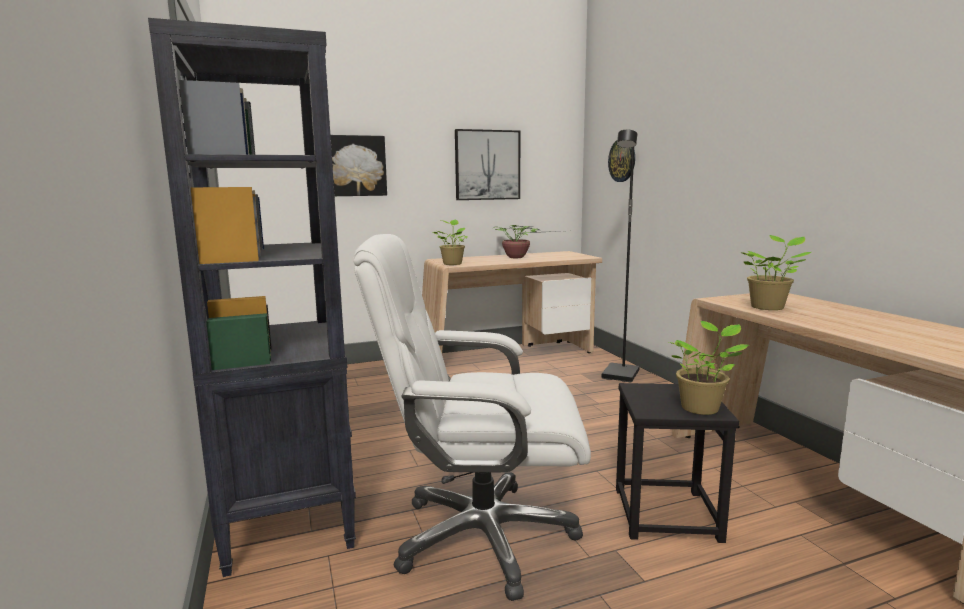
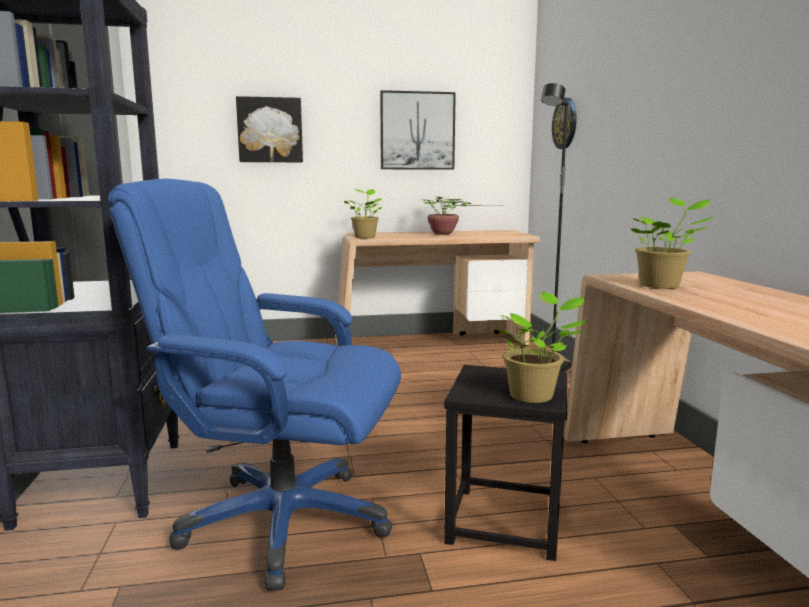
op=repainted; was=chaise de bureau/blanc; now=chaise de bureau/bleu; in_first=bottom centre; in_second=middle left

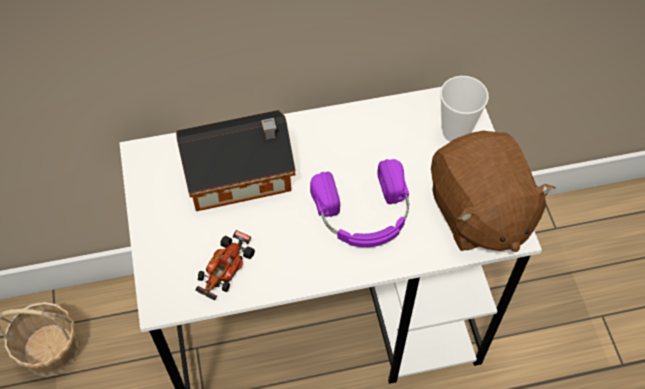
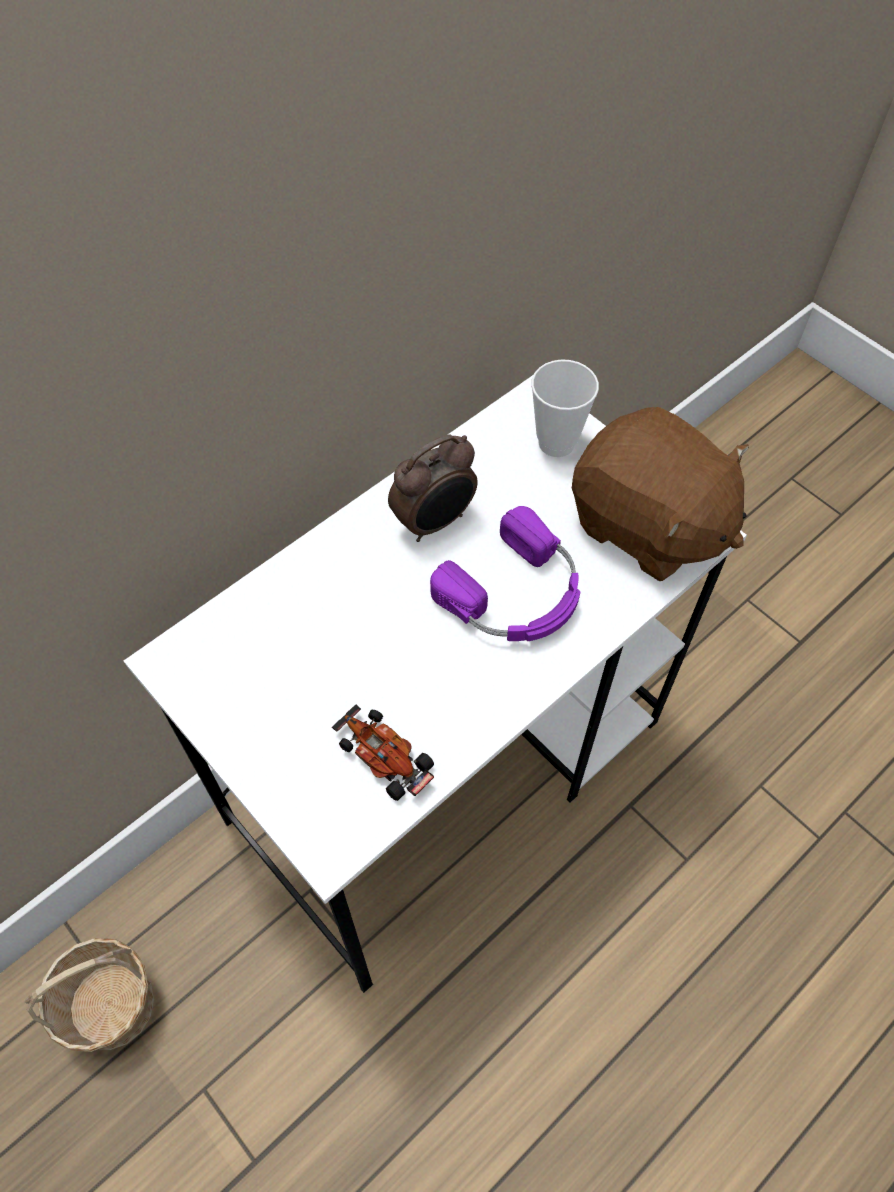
op=gone; was=maison miniature; in_first=centre
op=new; now=réveil; in_second=centre
op=rotated; was=petite voiture; in_first=bottom centre; in_second=centre; clockwise=135

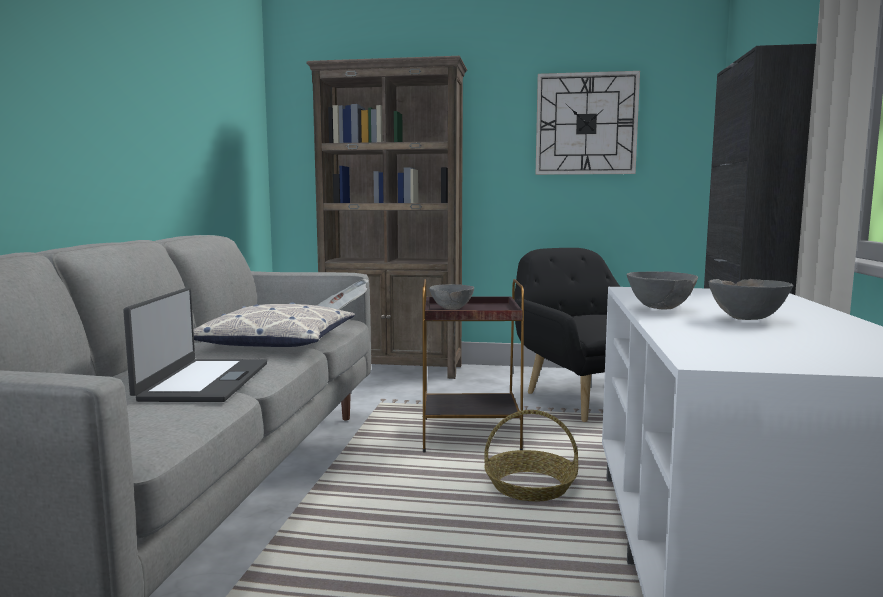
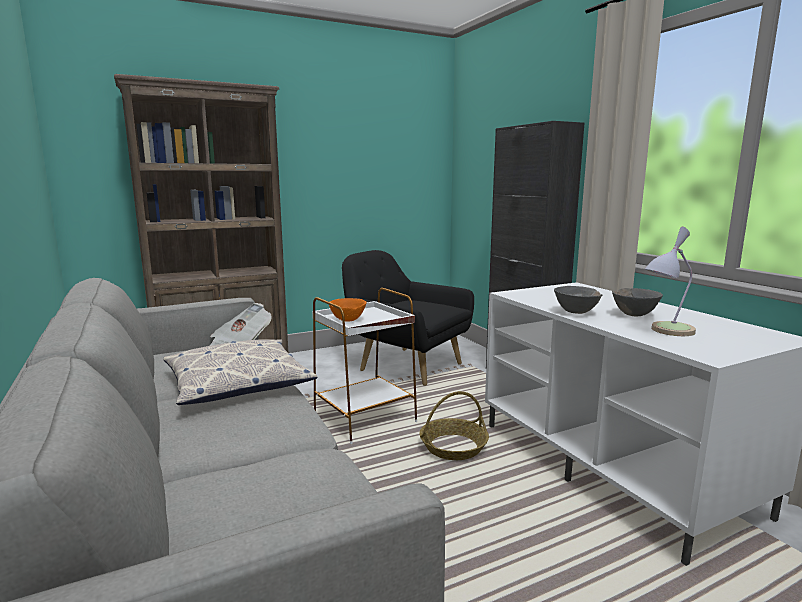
op=gone; was=ordinateur portable; in_first=middle left
op=gone; was=horloge murale; in_first=top centre
op=new; now=lampe de table; in_second=middle right
op=repainted; was=table d'appoint/marron; now=table d'appoint/blanc; in_first=centre; in_second=centre
op=repainted; was=bol/gris (no. 1 from left); now=bol/orange; in_first=centre; in_second=centre

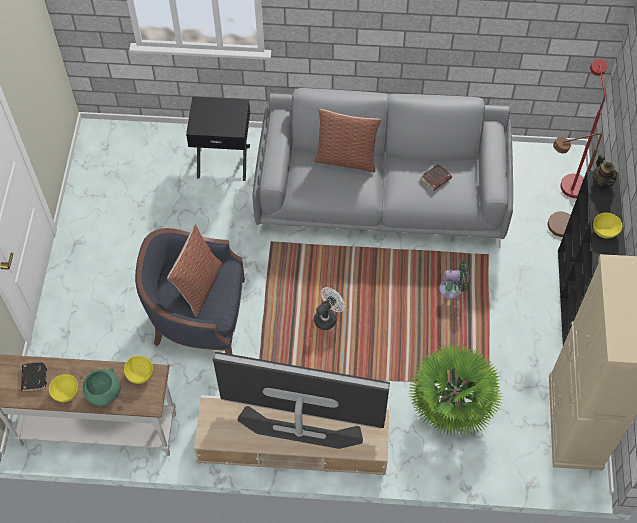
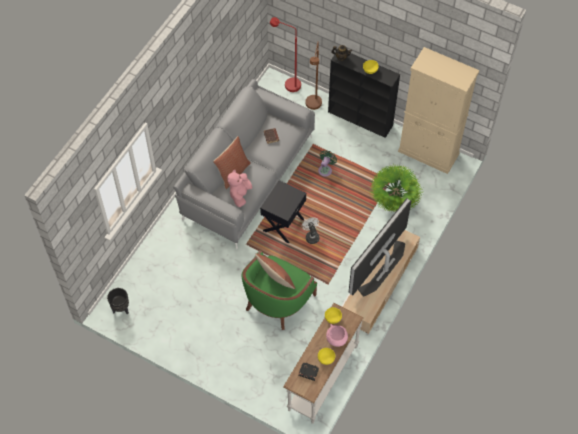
op=new; now=cache-pot/noir; in_second=bottom left
op=new; now=peluche/rose; in_second=centre
op=shifted; was=table d'appoint/noir; in_first=top centre; in_second=centre
op=repainted; was=bol/vert; now=bol/rose; in_first=bottom left; in_second=bottom centre
op=repainted; was=fauteuil/bleu; now=fauteuil/vert; in_first=middle left; in_second=bottom centre

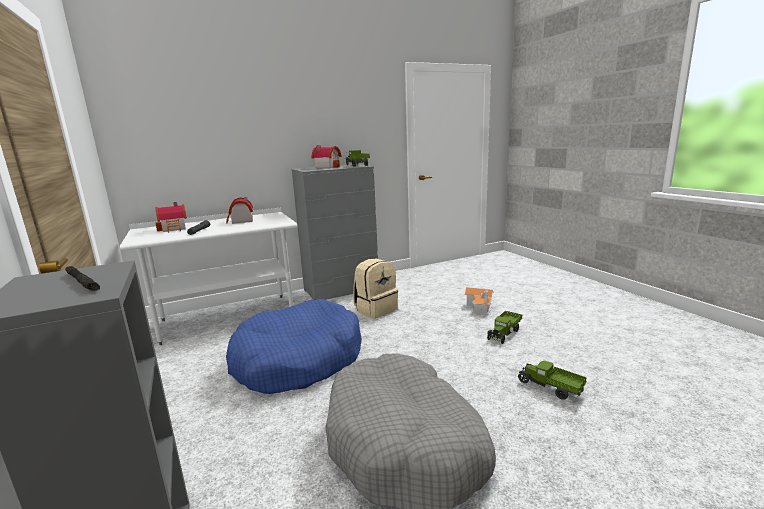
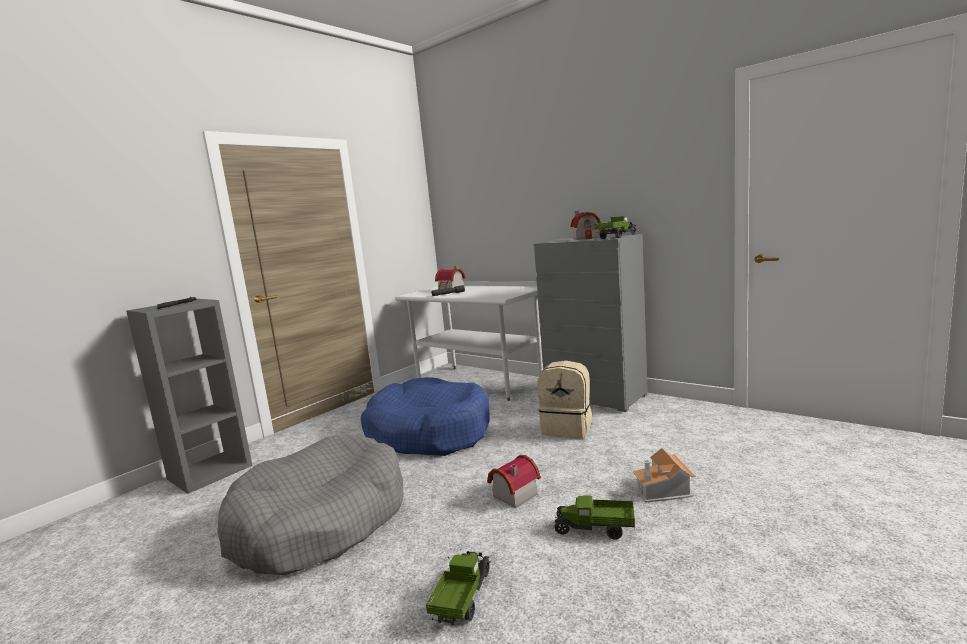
op=shifted; was=maison miniature (no. 2 from left); in_first=middle left; in_second=bottom centre

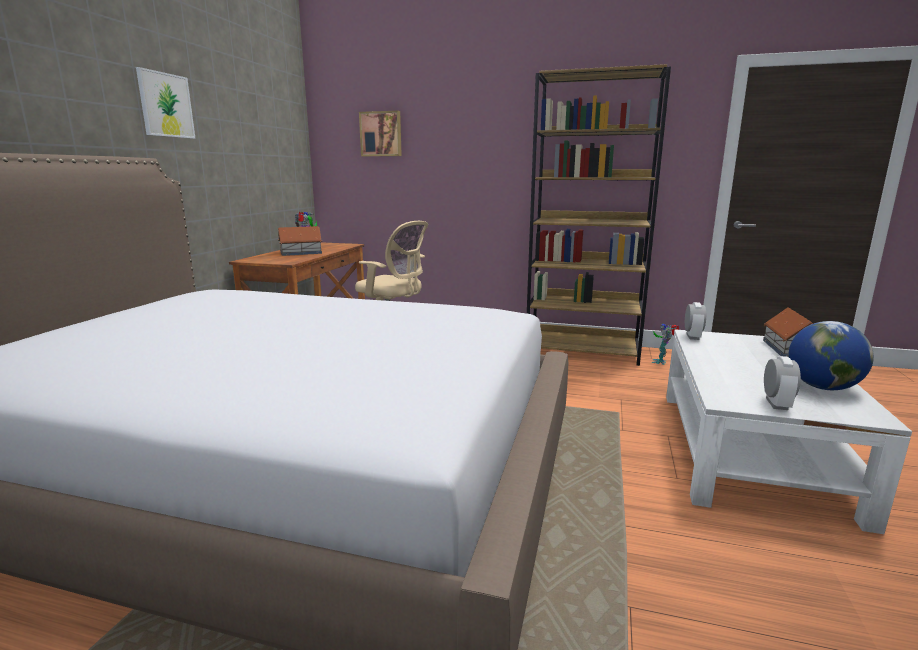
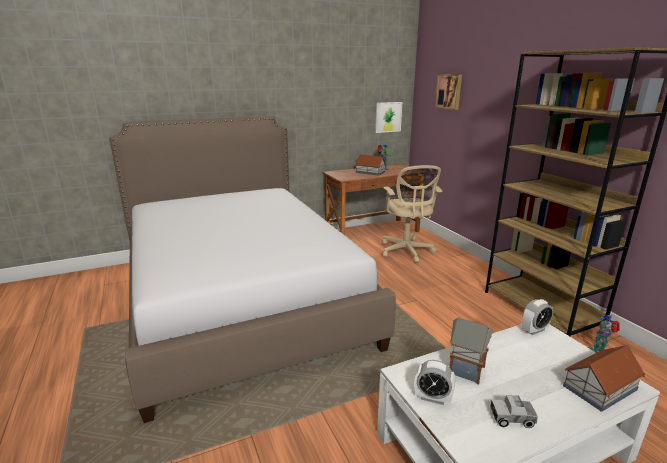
op=new; now=maison miniature (no. 2 from left); in_second=bottom right
op=shifted; was=tableau (no. 1 from left); in_first=top left; in_second=top centre
op=swapped; was=globe; now=camion jouet; in_first=middle right; in_second=bottom right
op=rotated; was=réveil (no. 2 from left in the first image); in_first=middle right; in_second=bottom centre; clockwise=45

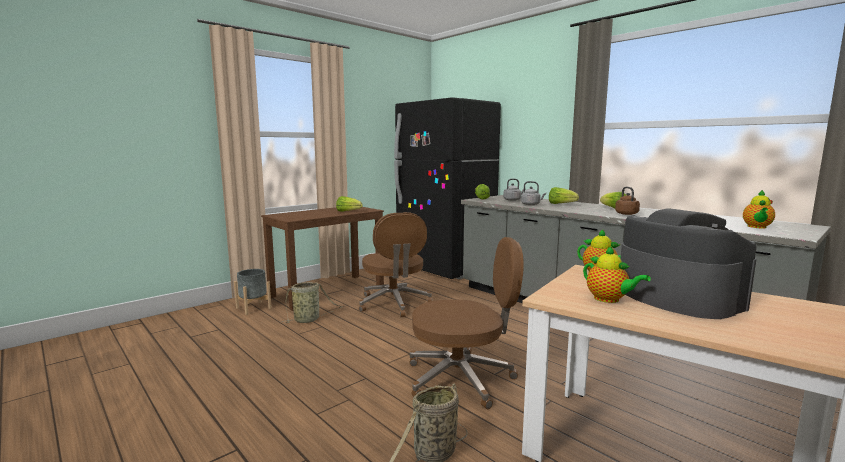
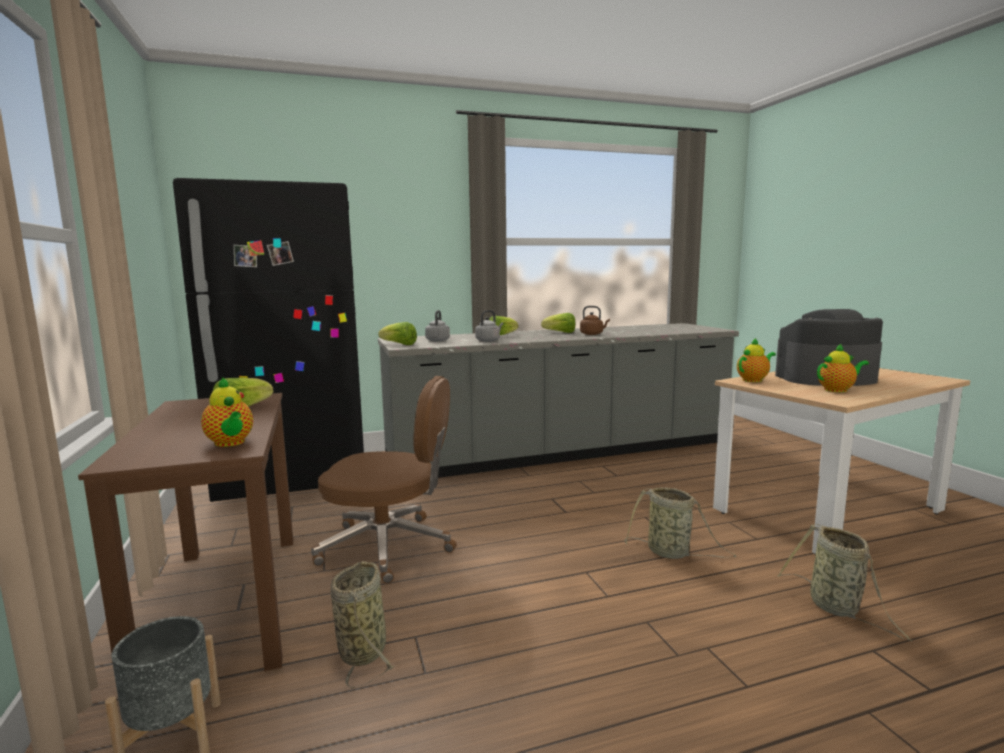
op=shifted; was=théière (no. 3 from left in the first image); now=théière (no. 1 from left); in_first=middle right; in_second=middle left
op=swapped; was=chaise de bureau/marron (no. 2 from left); now=panier (no. 2 from left); in_first=bottom centre; in_second=bottom right

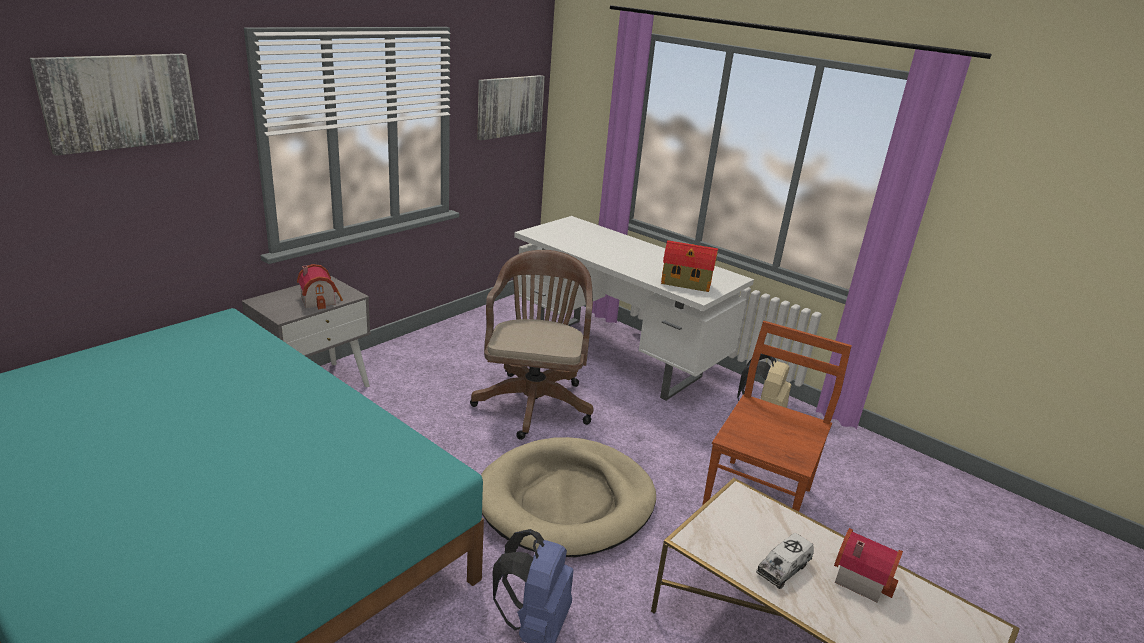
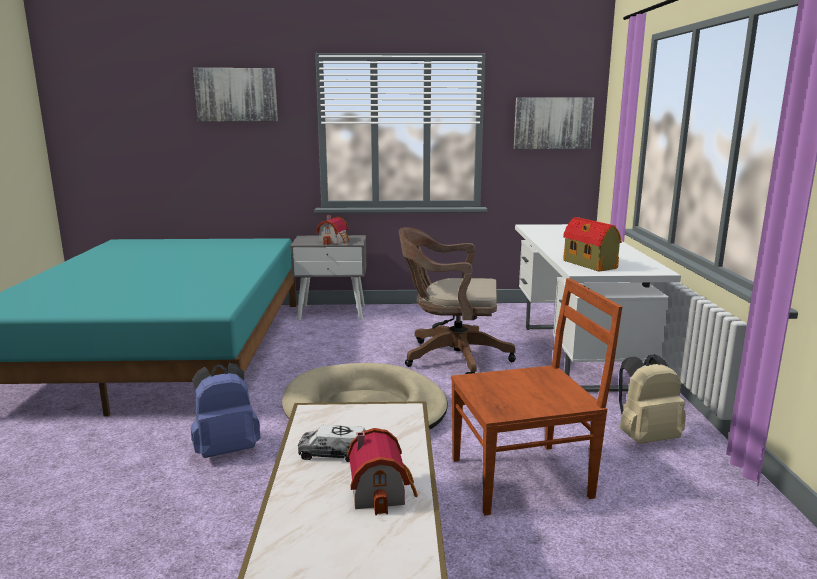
op=rotated; was=chaise de bureau/marron; in_first=centre; in_second=centre; clockwise=-135

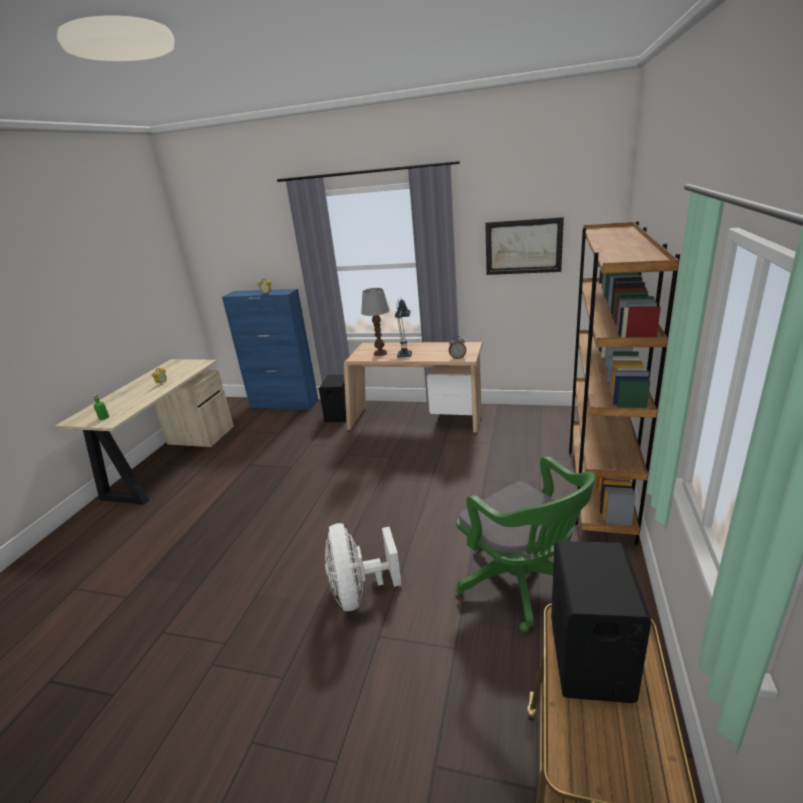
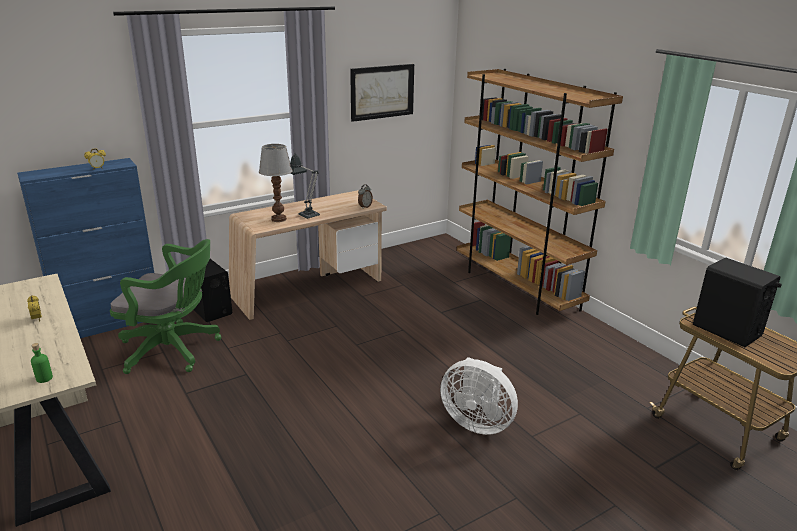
op=shifted; was=chaise de bureau/vert; in_first=bottom centre; in_second=middle left

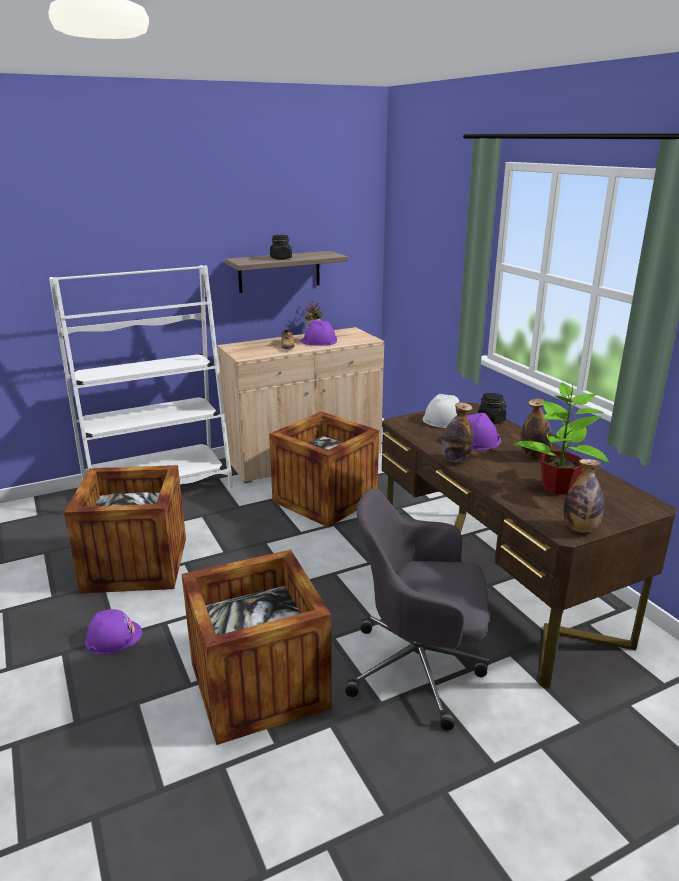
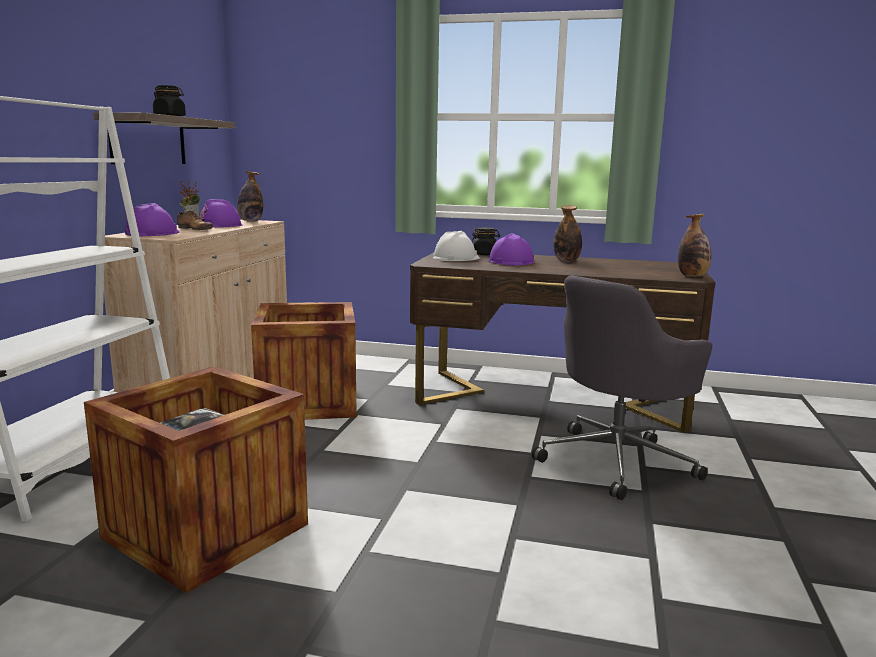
op=gone; was=caisse (no. 2 from left); in_first=bottom centre
op=gone; was=plante en pot (no. 2 from left); in_first=middle right
op=shifted; was=casque de chantier/violet (no. 1 from left); in_first=bottom left; in_second=middle left
op=shifted; was=bouteille (no. 1 from left); in_first=middle right; in_second=top left

